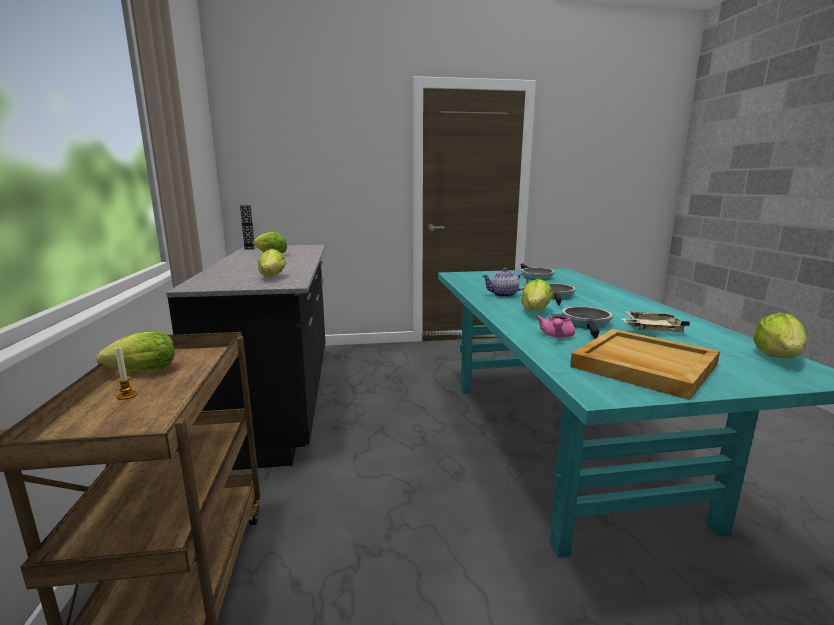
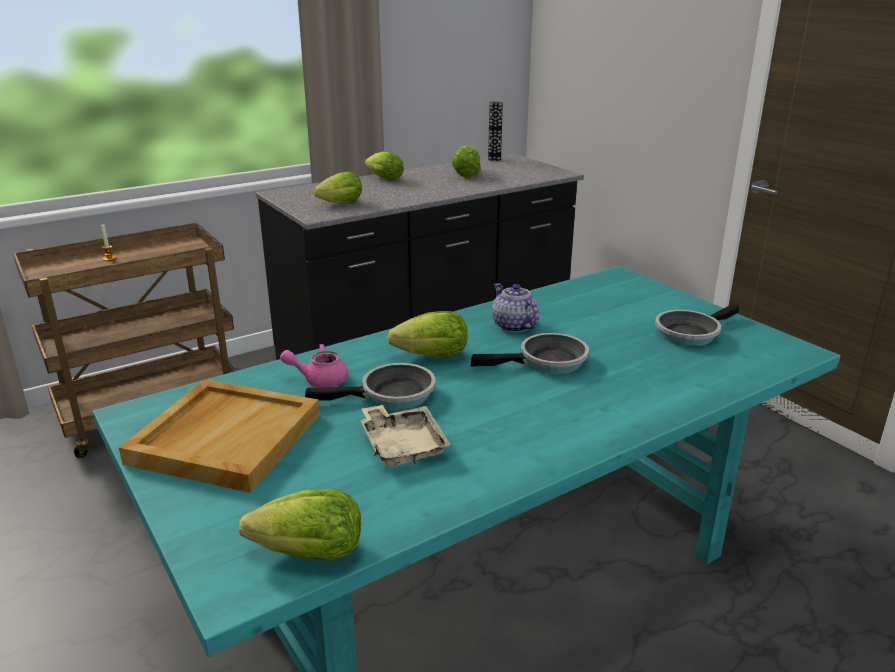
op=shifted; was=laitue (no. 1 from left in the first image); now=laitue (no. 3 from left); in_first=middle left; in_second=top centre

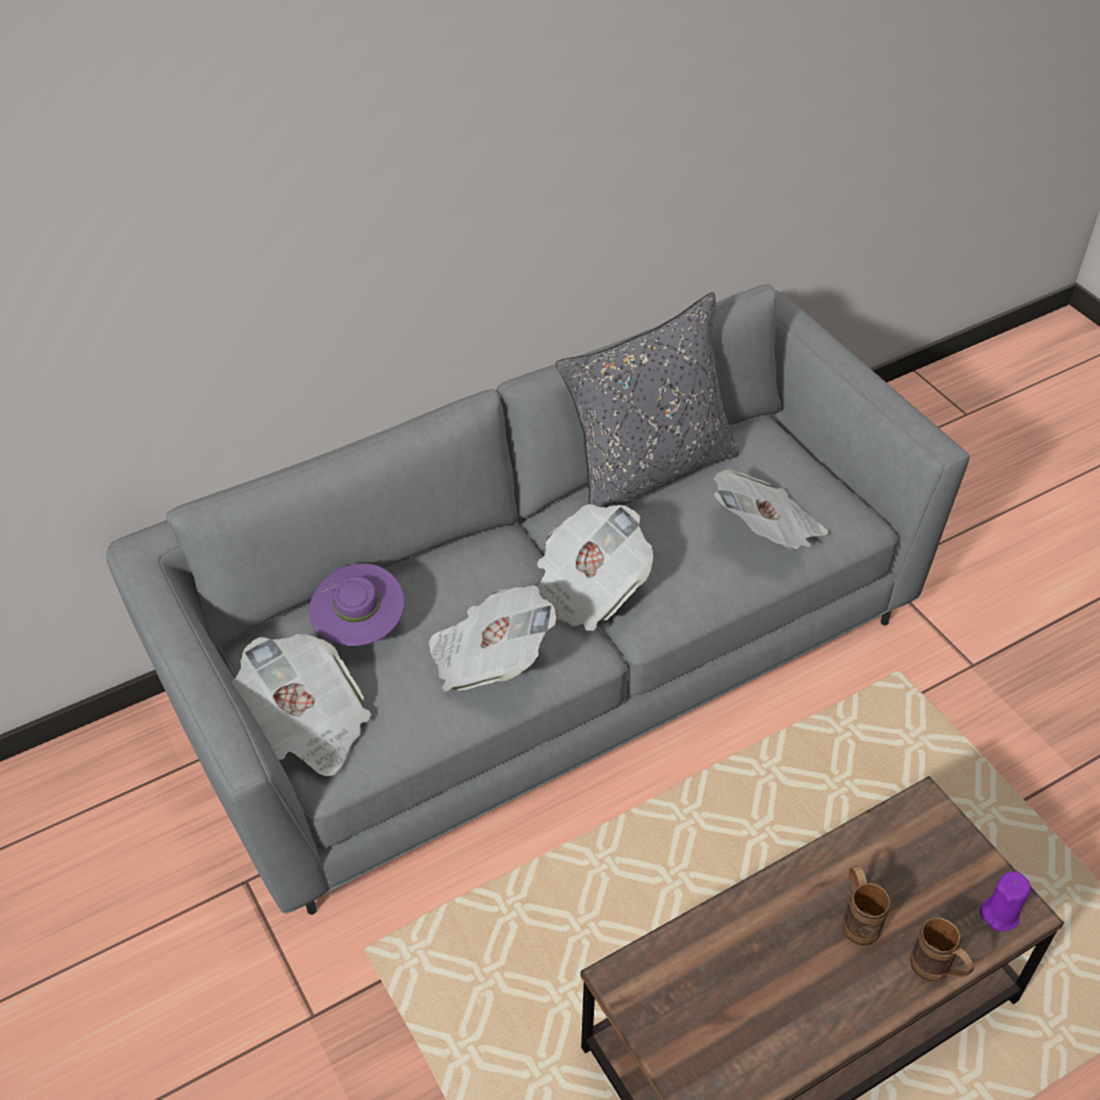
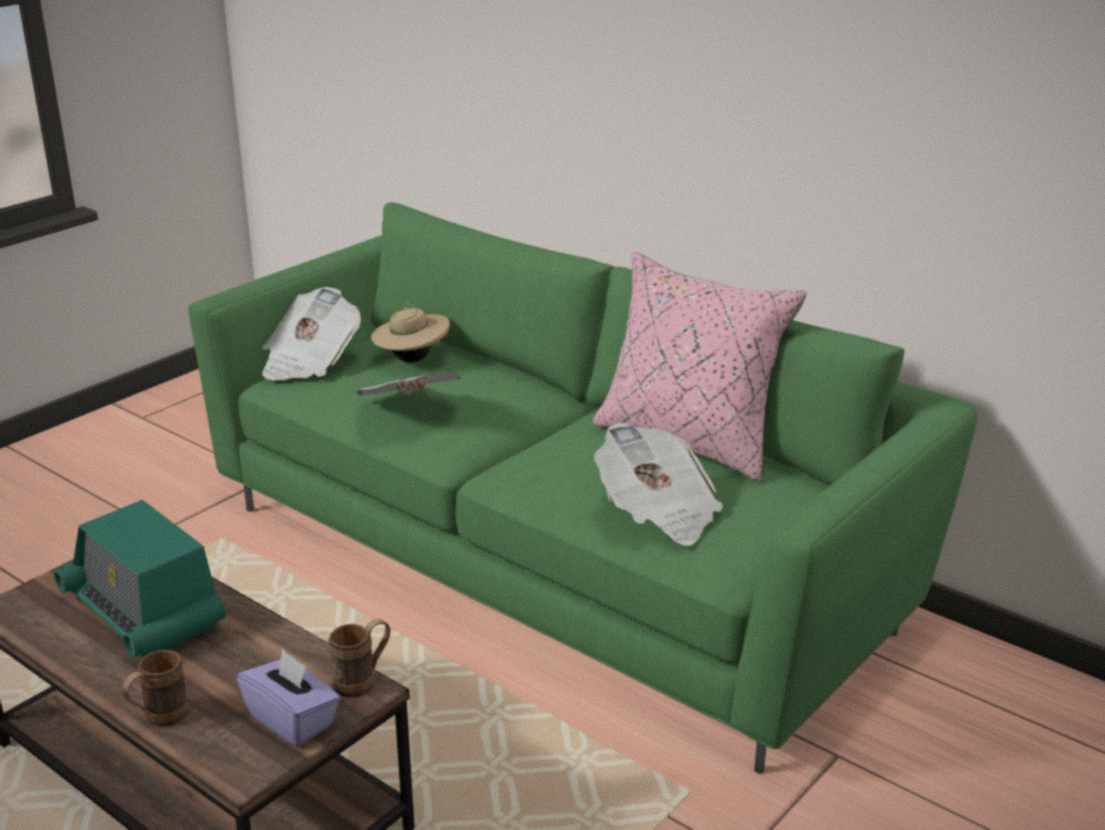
op=gone; was=journal (no. 3 from left); in_first=centre
op=gone; was=bougie/violet; in_first=bottom right
op=new; now=radio; in_second=bottom left
op=new; now=boîte à mouchoirs/violet; in_second=bottom left
op=shifted; was=mug/marron (no. 1 from left in the first image); now=mug/marron (no. 2 from left); in_first=bottom right; in_second=bottom left
op=repainted; was=canapé/gris; now=canapé/vert; in_first=centre; in_second=centre
op=repainted; was=chapeau/violet; now=chapeau/beige; in_first=middle left; in_second=centre
op=repainted; was=coussin/gris; now=coussin/rose; in_first=centre; in_second=centre

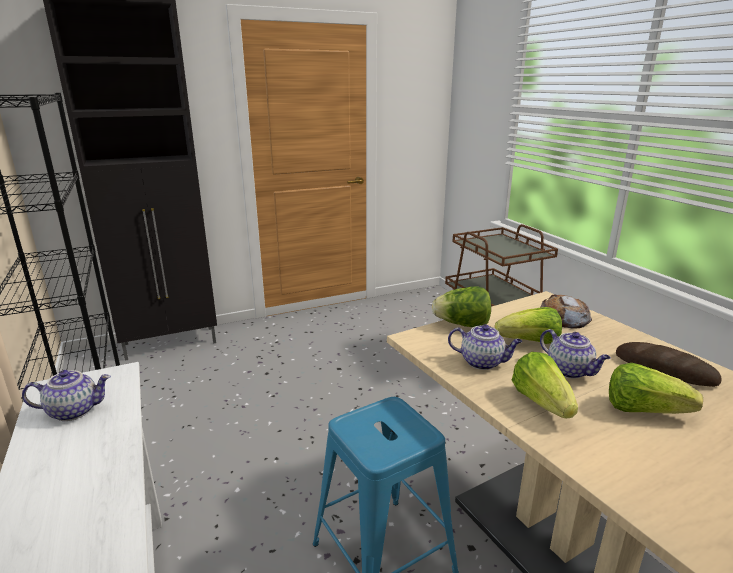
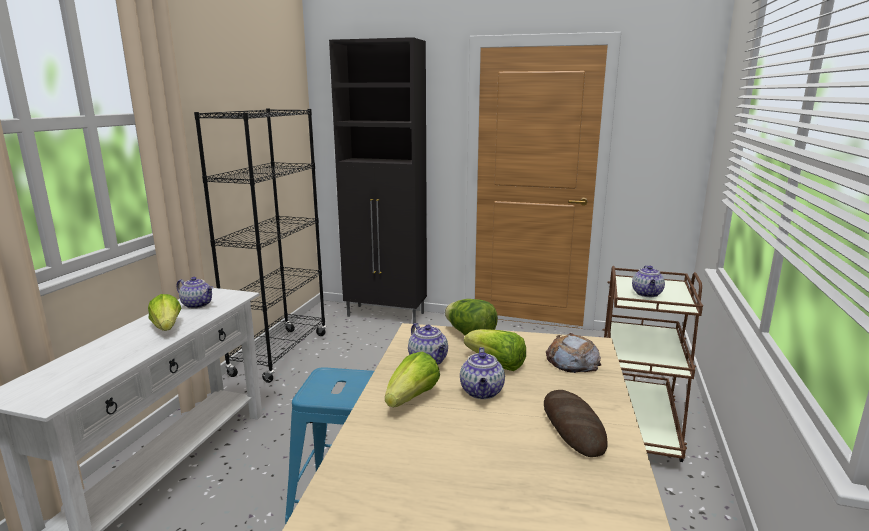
op=new; now=théière (no. 4 from left); in_second=middle right
op=shifted; was=laitue (no. 4 from left in the first image); now=laitue (no. 1 from left); in_first=bottom right; in_second=middle left

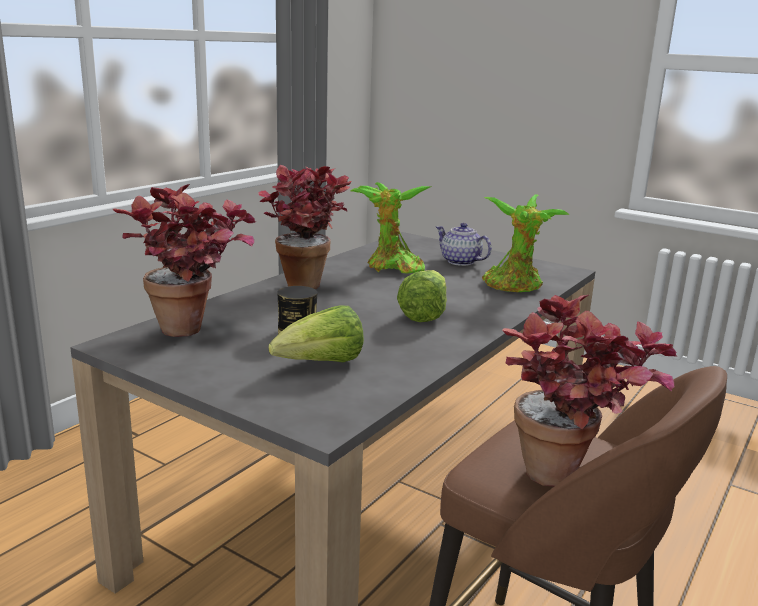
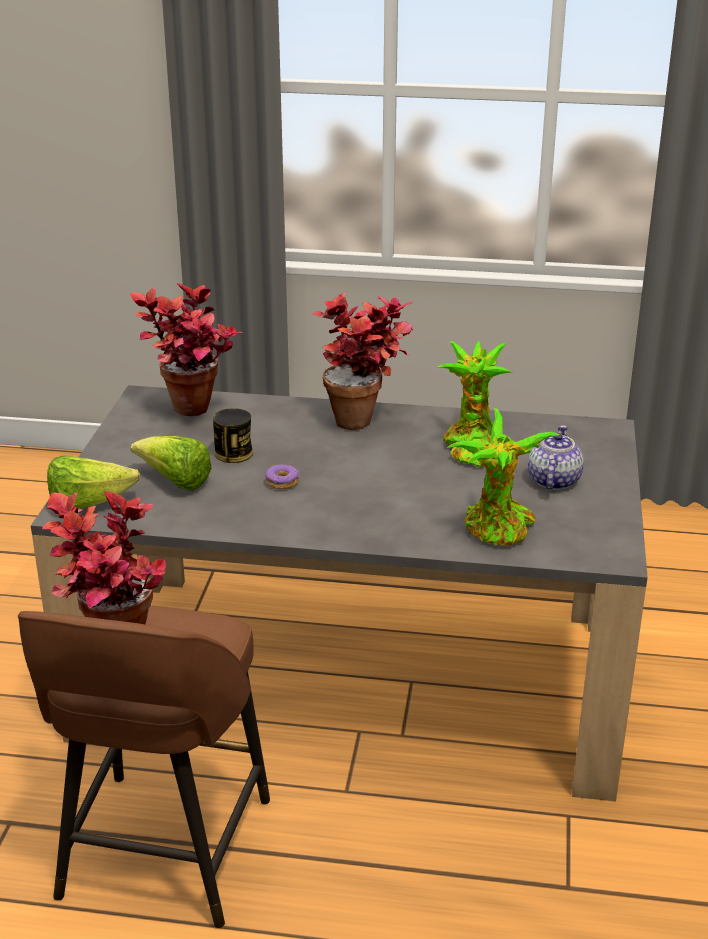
op=new; now=beignet; in_second=centre
op=shifted; was=laitue (no. 2 from left in the first image); now=laitue (no. 1 from left); in_first=centre; in_second=middle left

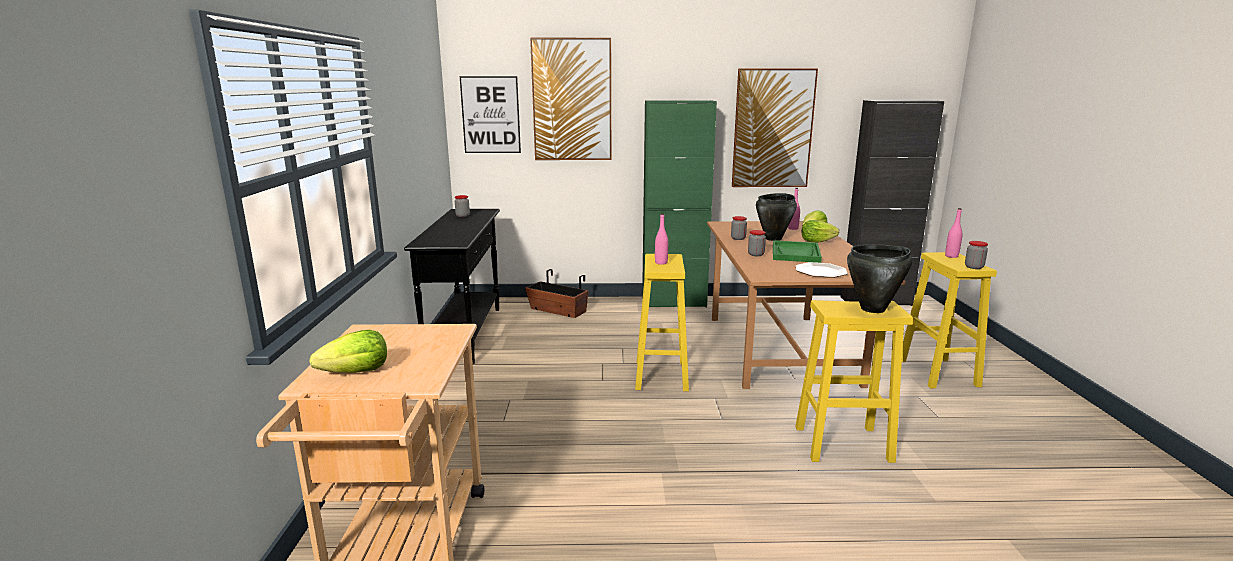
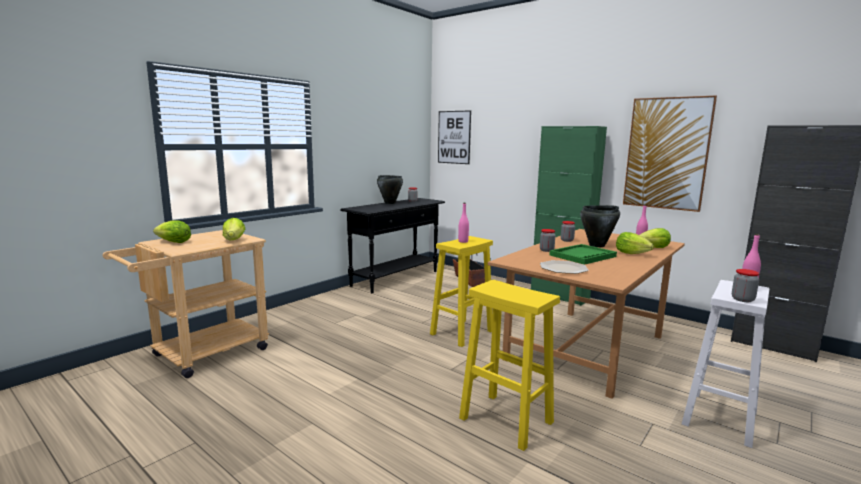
op=gone; was=tableau (no. 2 from left); in_first=top centre
op=new; now=laitue (no. 2 from left); in_second=middle left
op=shifted; was=marmite/noir (no. 2 from left in the first image); now=marmite/noir (no. 1 from left); in_first=middle right; in_second=centre
op=repainted; was=tabouret/jaune (no. 3 from left); now=tabouret/blanc; in_first=middle right; in_second=bottom right

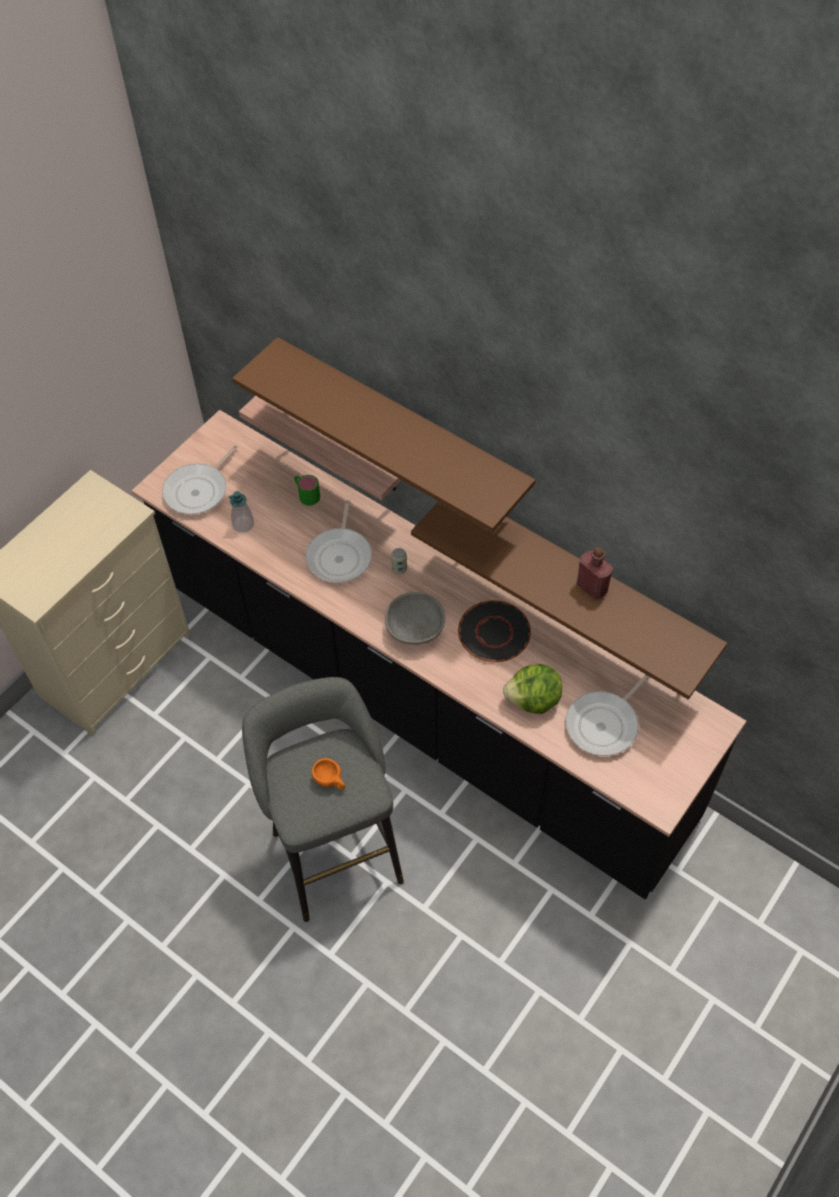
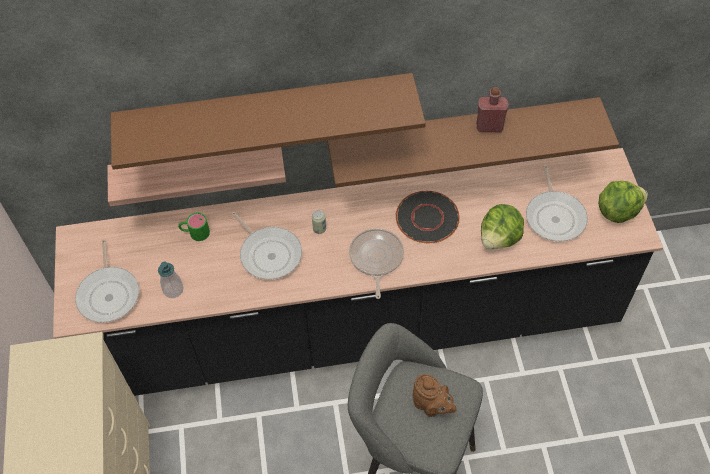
op=new; now=laitue (no. 2 from left); in_second=middle right
op=swapped; was=tasse/orange; now=théière/marron; in_first=centre; in_second=bottom centre
op=swapped; was=bol/gris; now=poêle (no. 3 from left); in_first=centre; in_second=centre

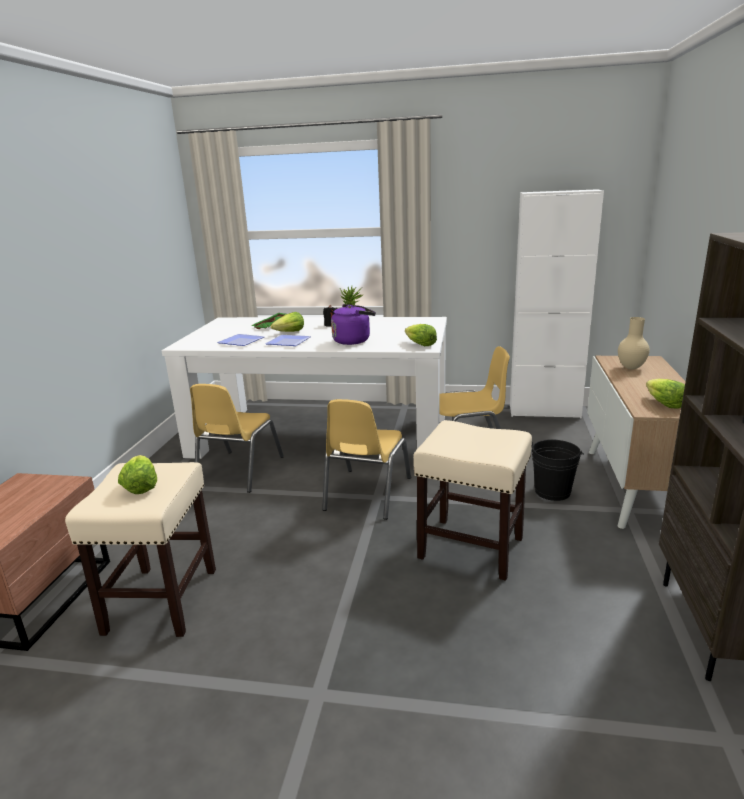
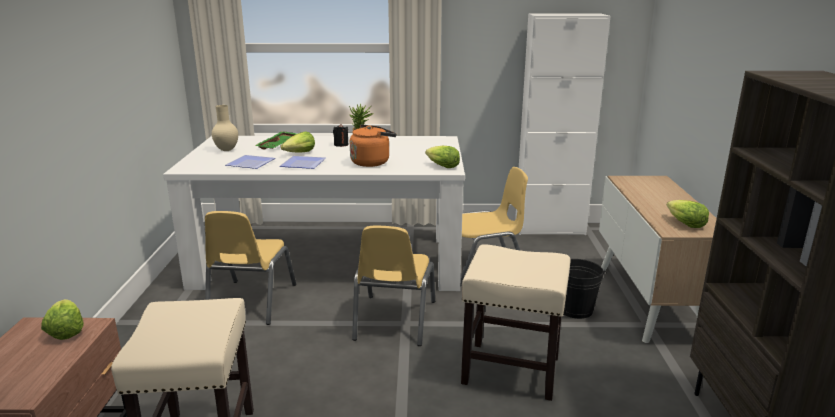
op=shifted; was=laitue (no. 1 from left); in_first=middle left; in_second=bottom left
op=shifted; was=vase/beige; in_first=middle right; in_second=top left
op=repainted; was=bouilloire/violet; now=bouilloire/orange; in_first=centre; in_second=centre

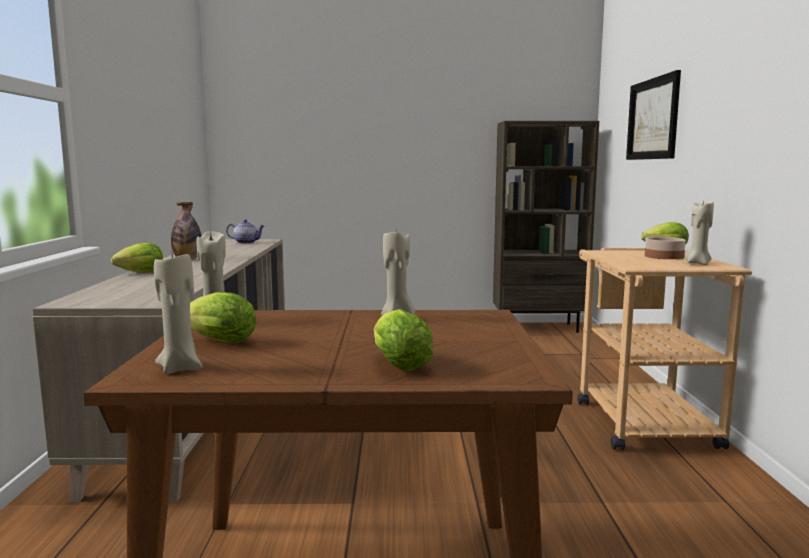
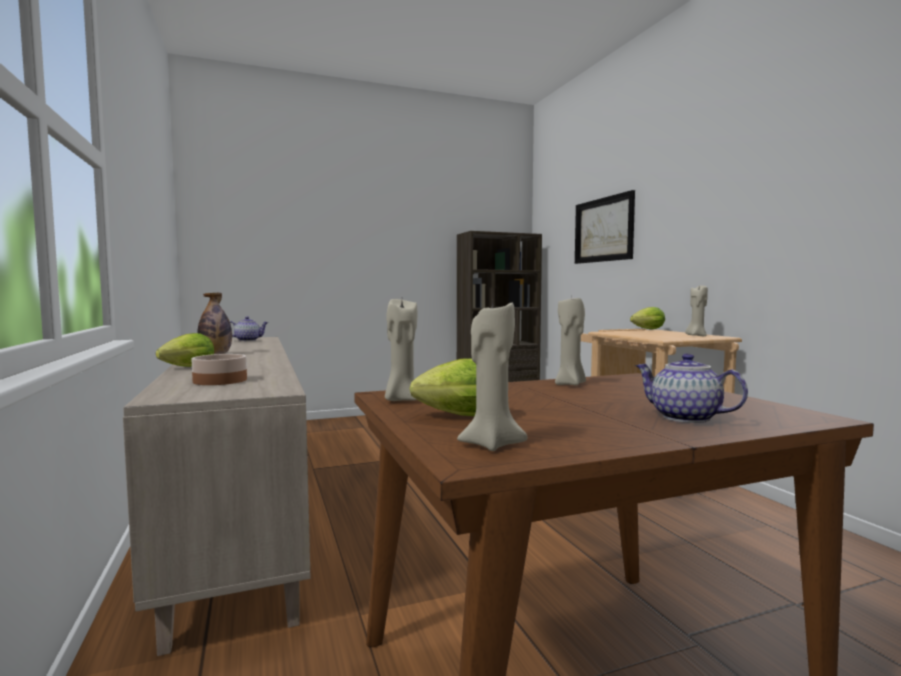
op=shifted; was=bol; in_first=middle right; in_second=middle left
op=swapped; was=laitue (no. 3 from left); now=théière (no. 2 from left); in_first=centre; in_second=middle right

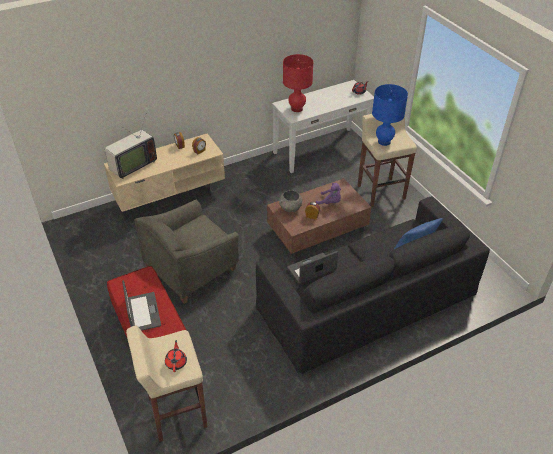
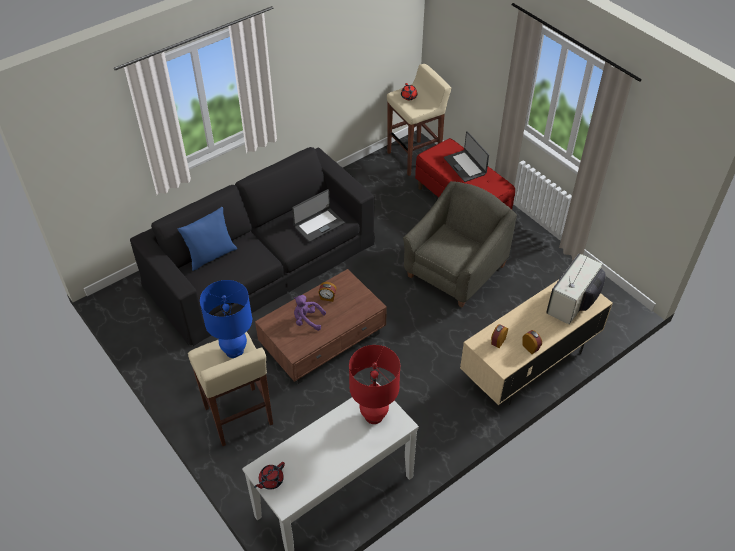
op=gone; was=bol/gris; in_first=centre

